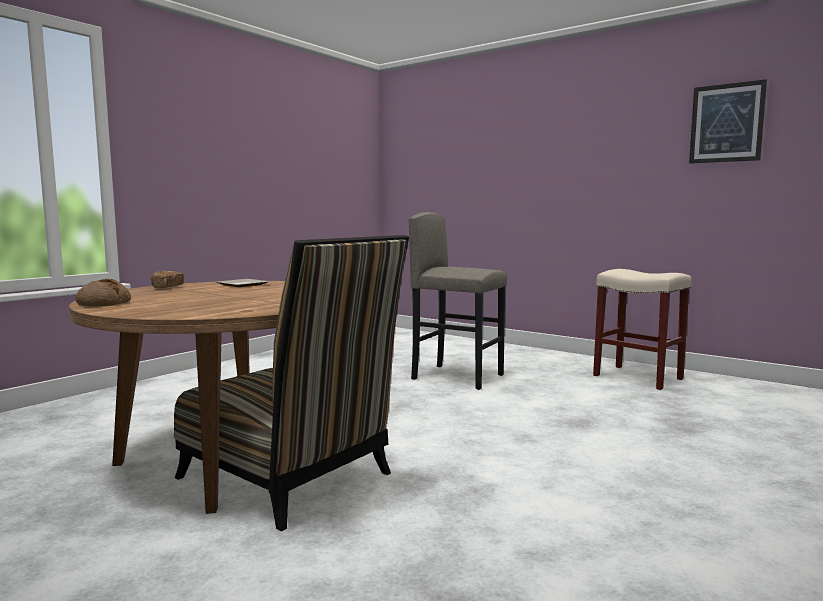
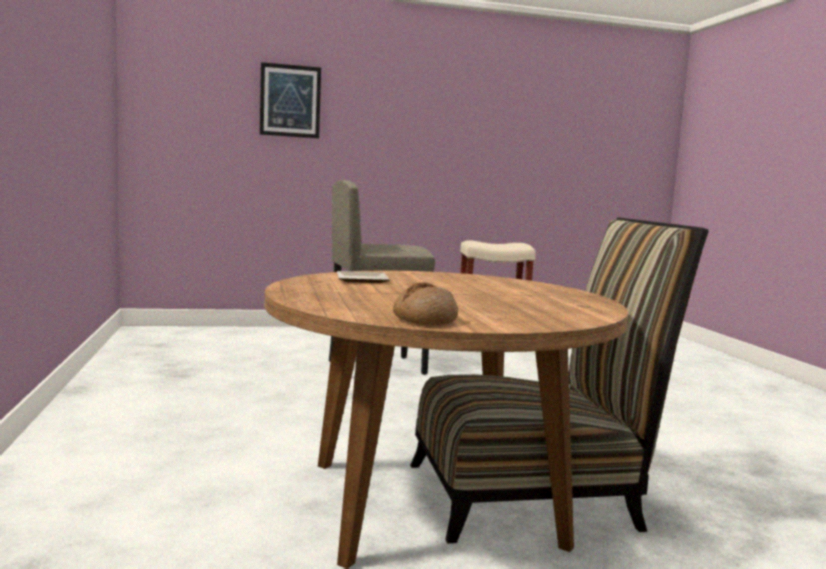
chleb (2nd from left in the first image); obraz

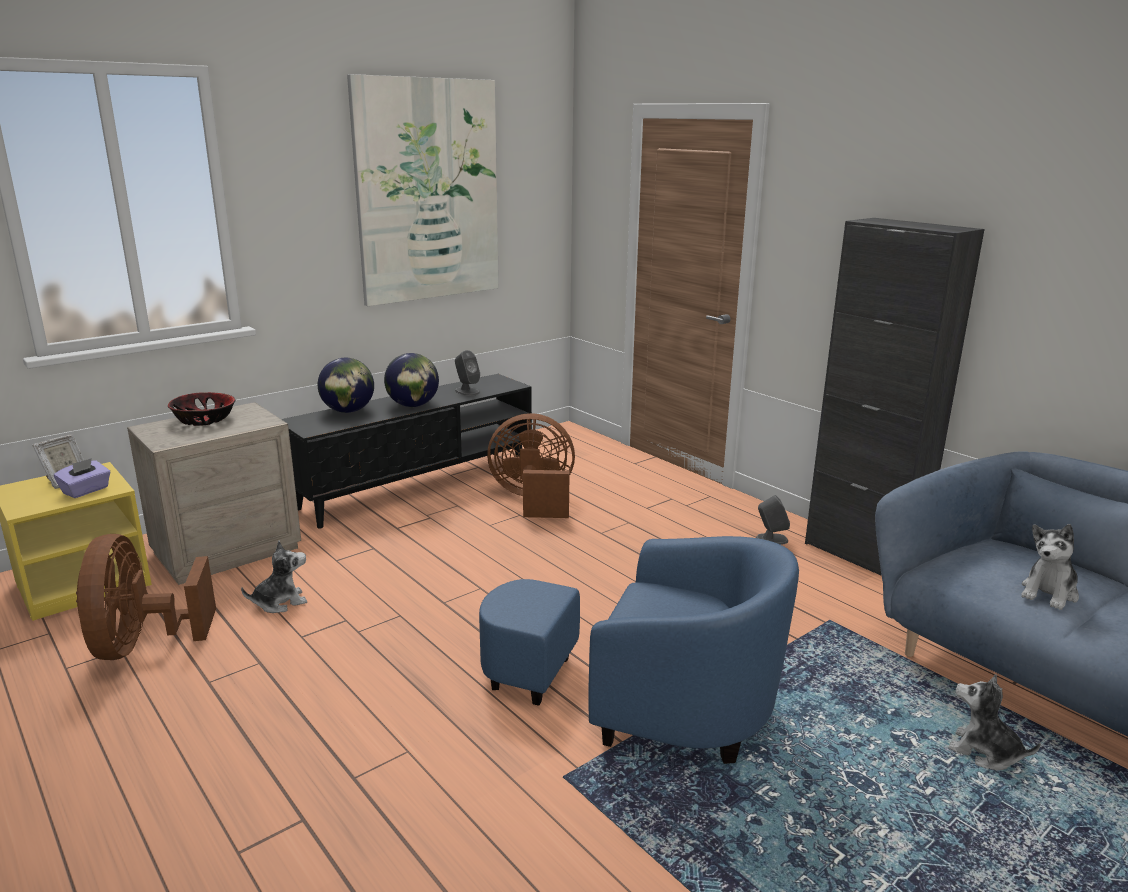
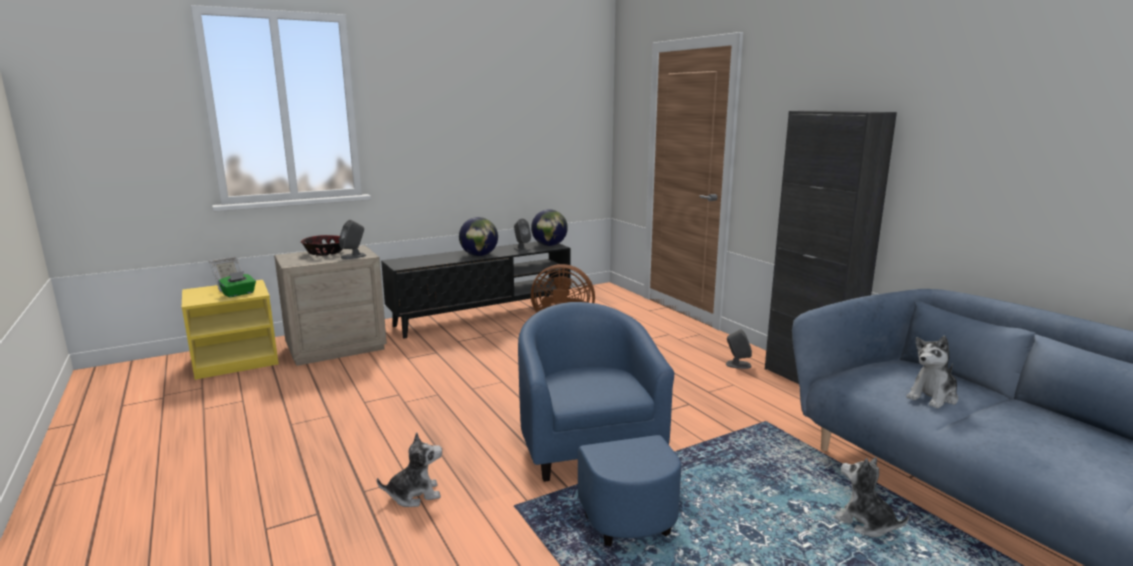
pudełko chusteczek/zielony; wentylator/brązowy (1st from left in the first image); pluszak (1st from left); globus (2nd from left); obraz; fotel/niebieski; głośnik/szary (1st from left)

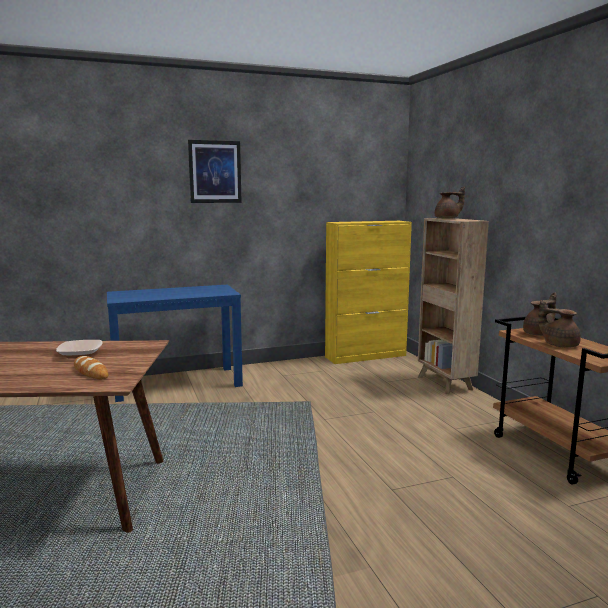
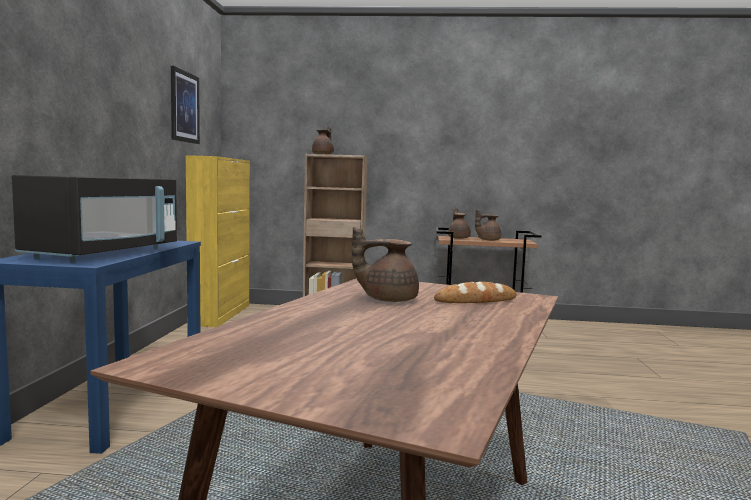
imbryk/brązowy (2nd from left); obraz; mikrofalówka/czarny

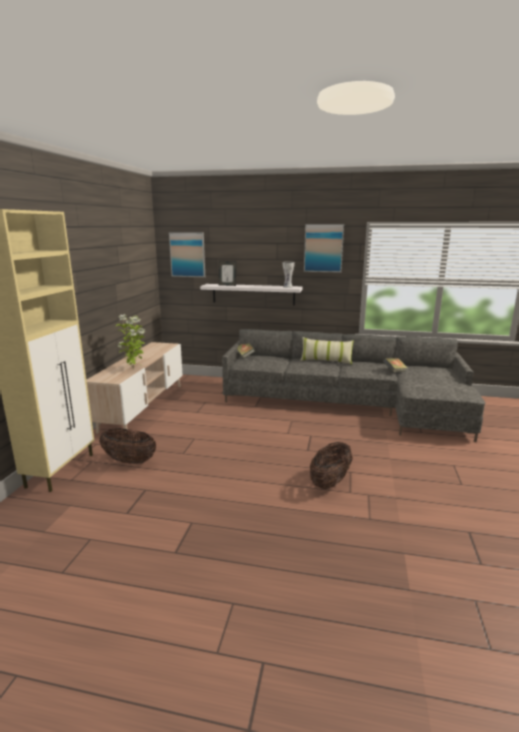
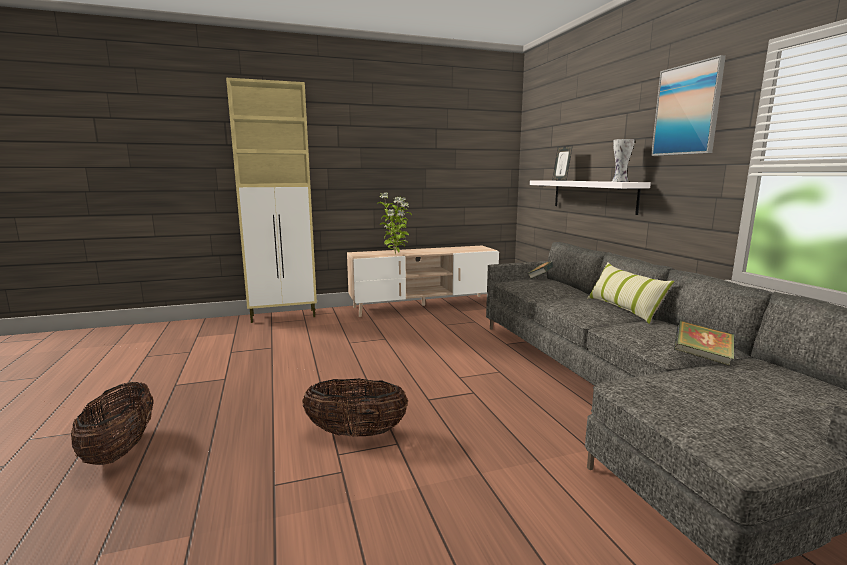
koszyk (1st from left); obraz (1st from left in the first image)

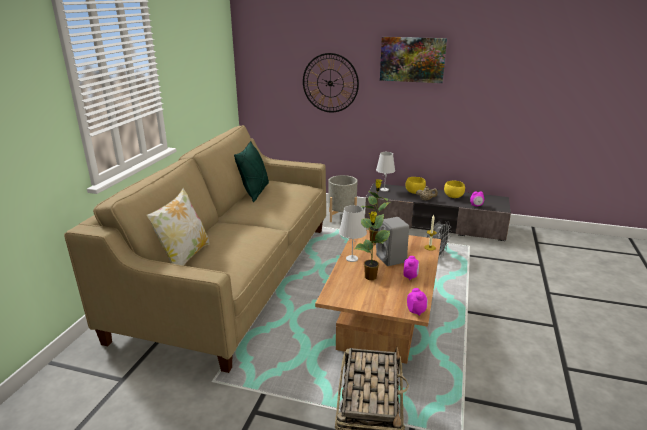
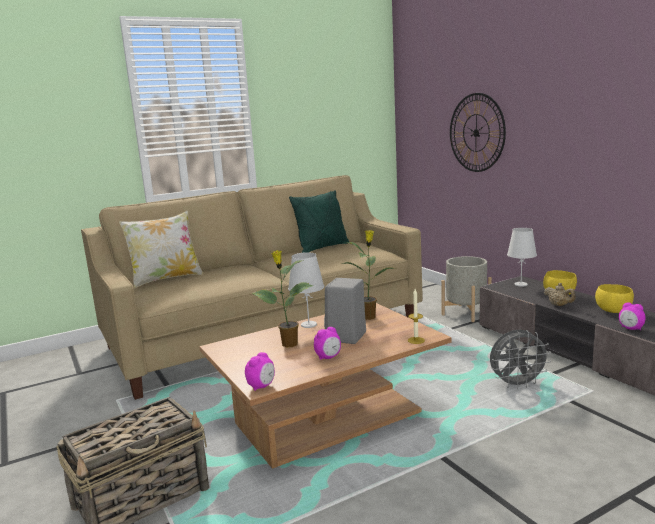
obraz

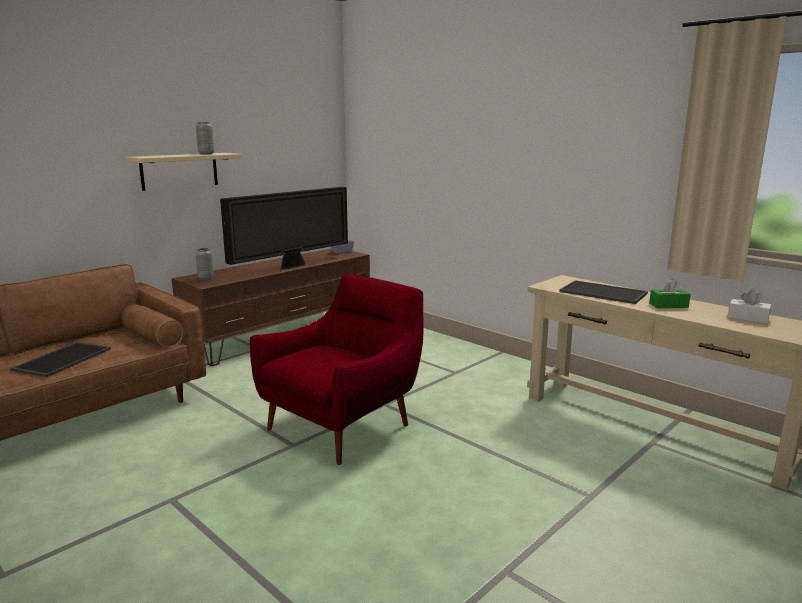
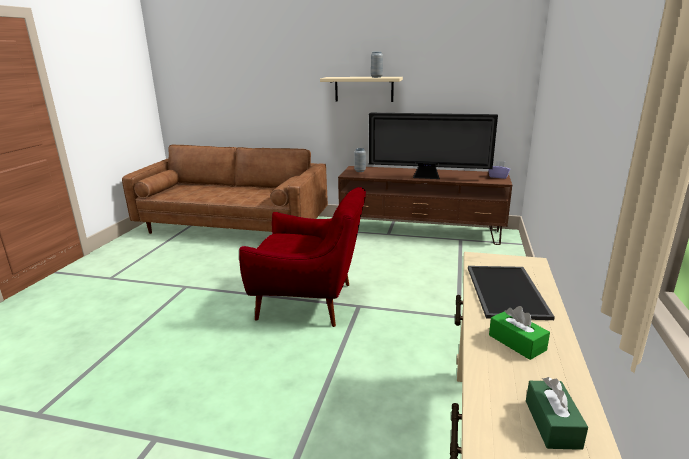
taca (1st from left in the first image); pudełko chusteczek/zielony (2nd from left)

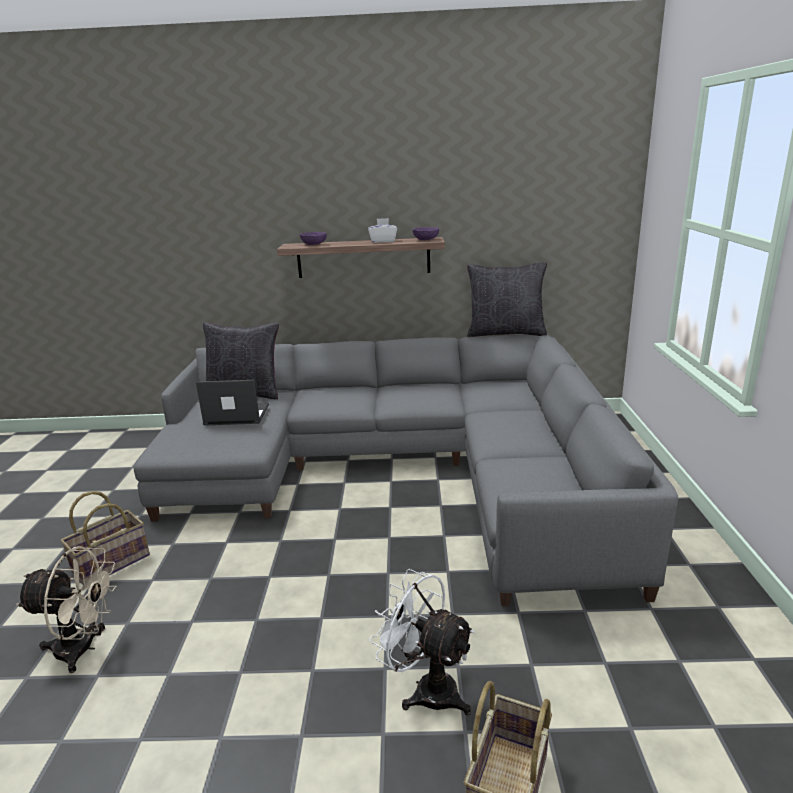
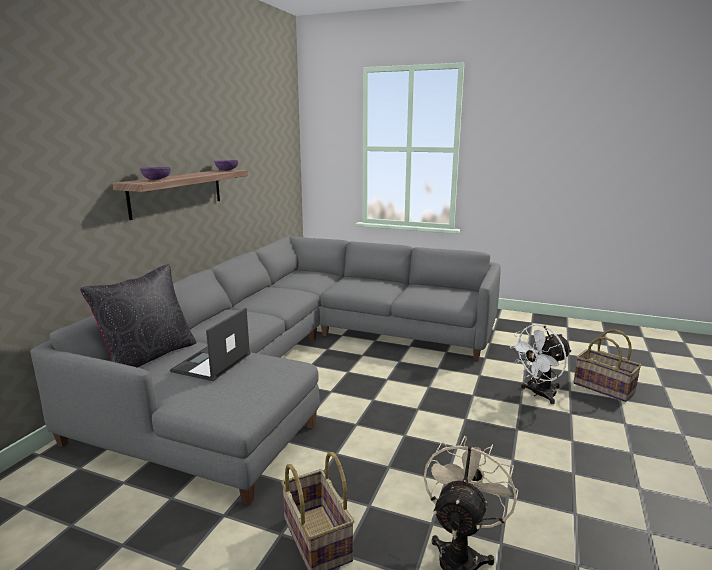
pudełko chusteczek/biały; poduszka/czarny (2nd from left in the first image)

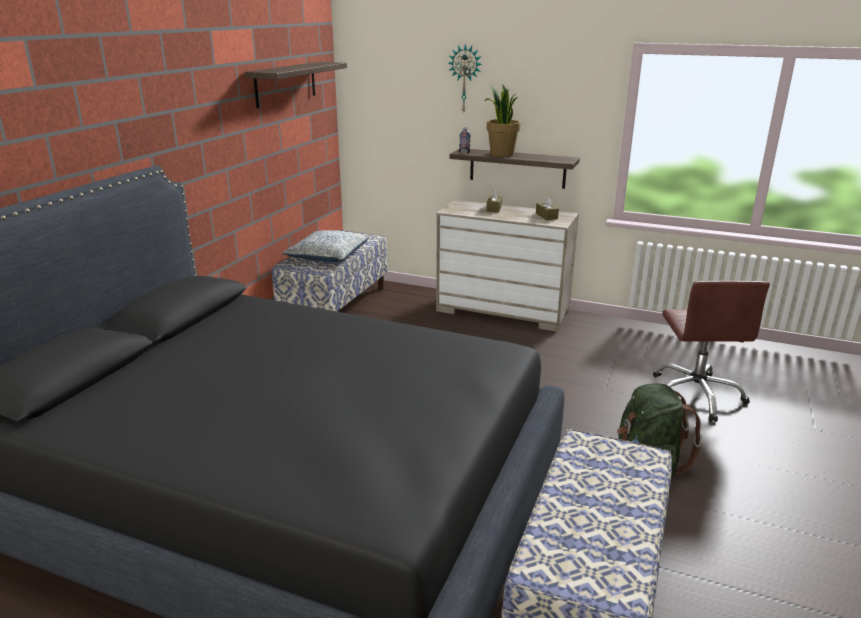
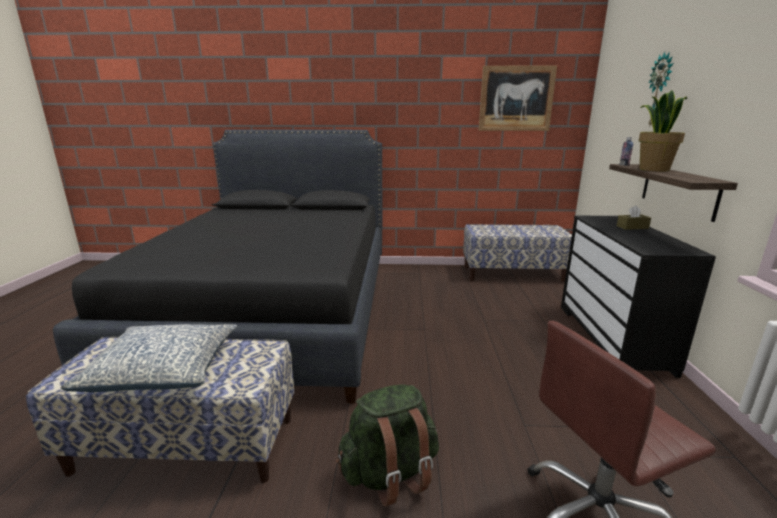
obraz; poduszka; komoda/czarny; pudełko chusteczek/brązowy (2nd from left in the first image)

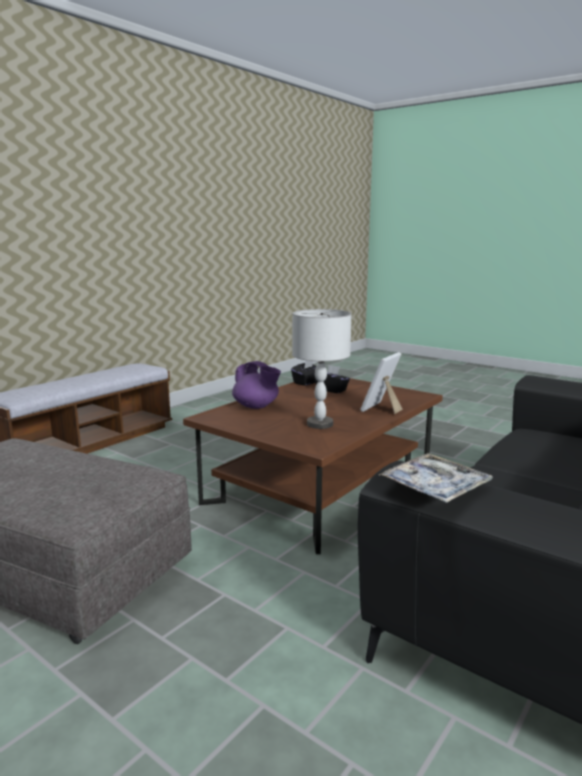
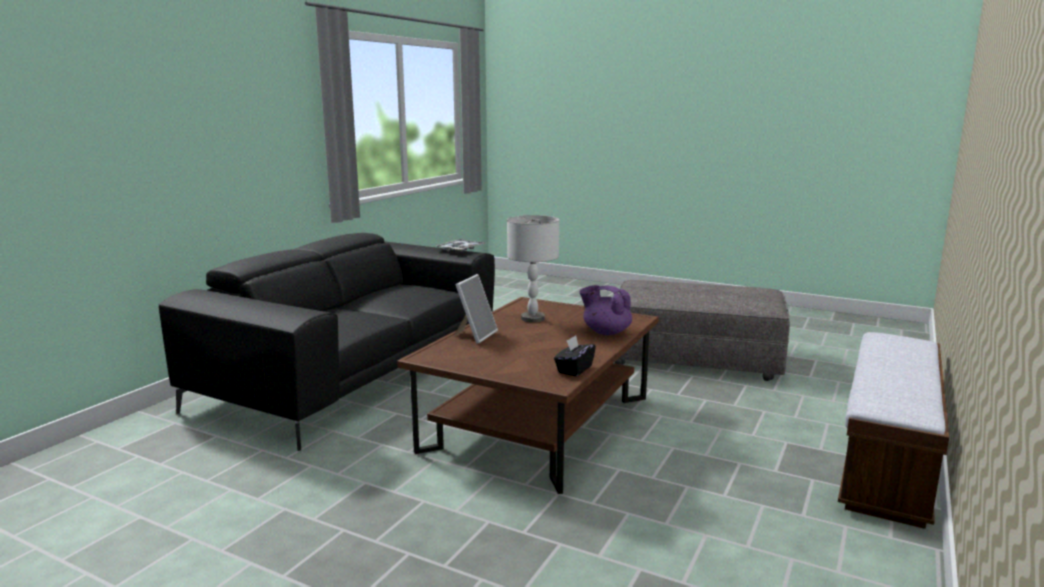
pudełko chusteczek/czarny (2nd from left in the first image)

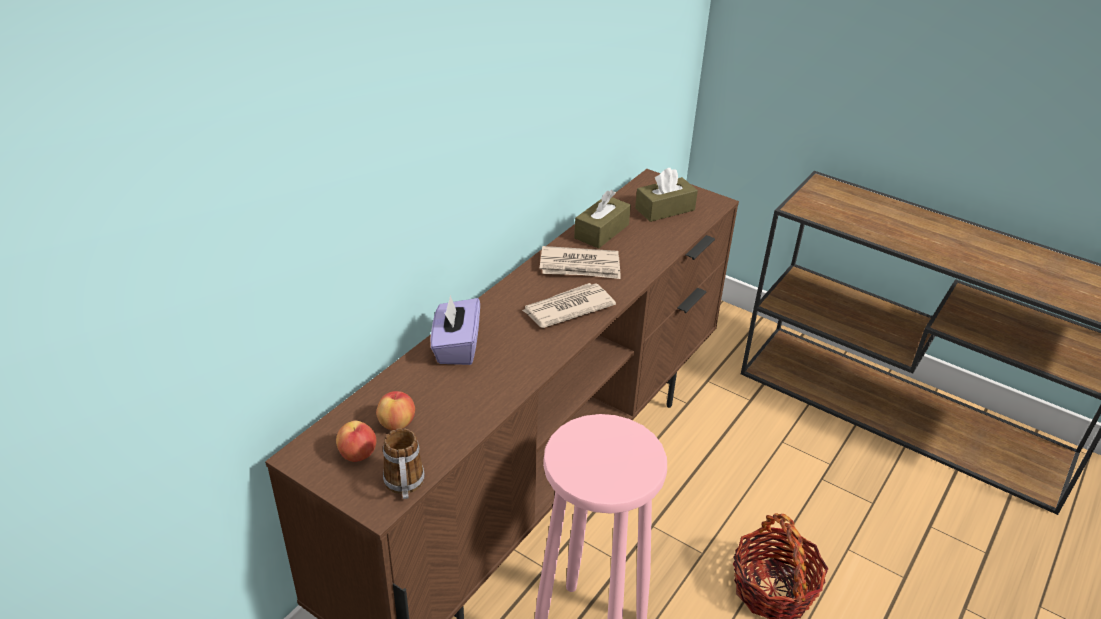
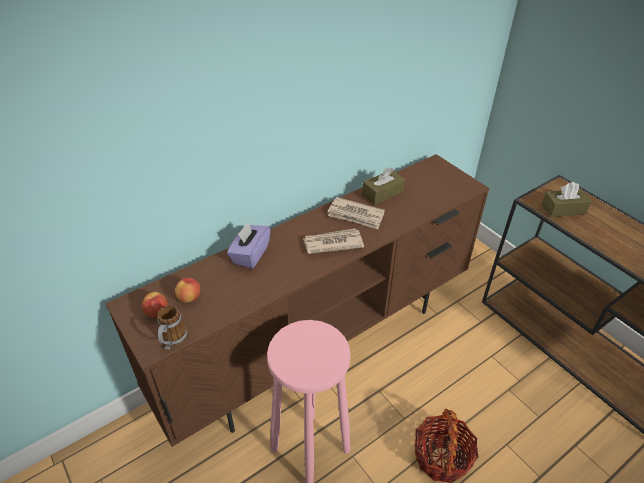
pudełko chusteczek/brązowy (2nd from left)

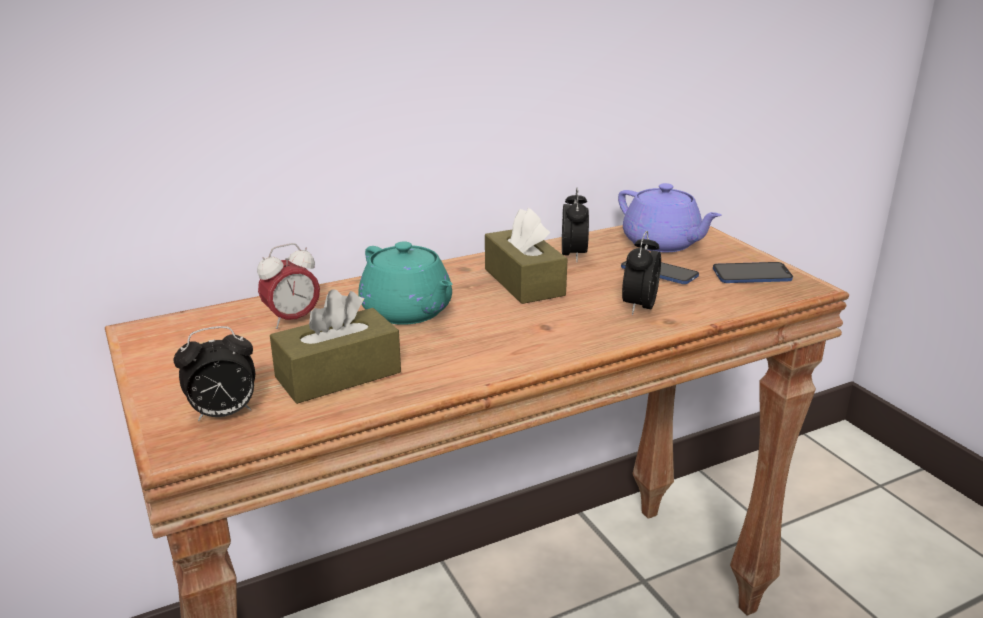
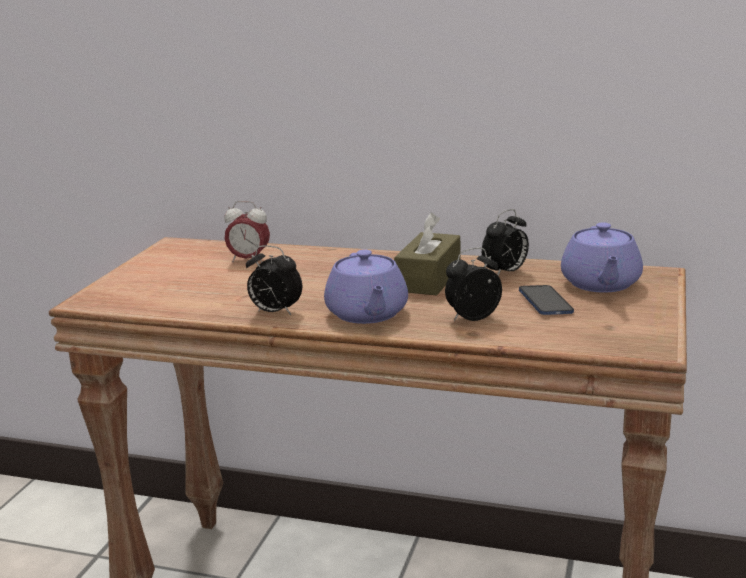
budzik (2nd from left); pudełko chusteczek/brązowy (1st from left in the first image); imbryk/turkusowy; telefon (2nd from left in the first image); imbryk/fioletowy (1st from left)

